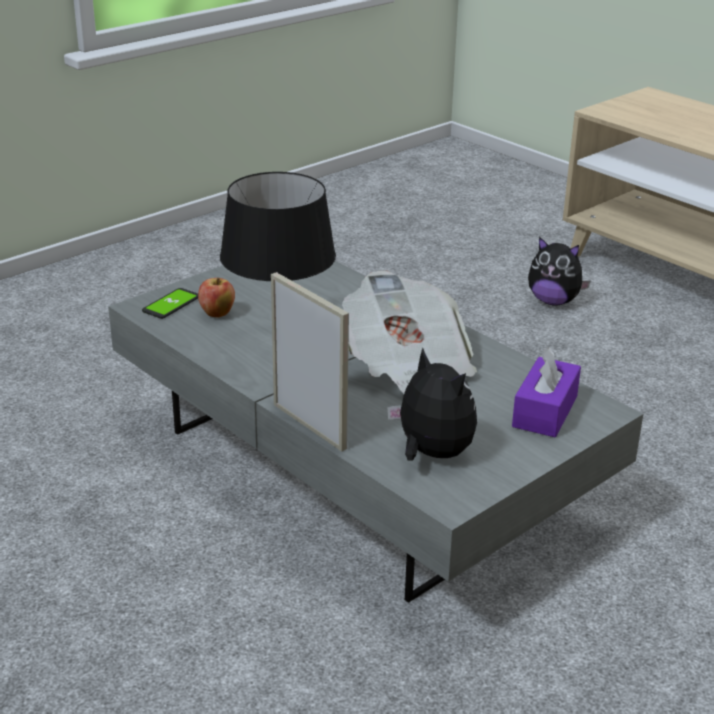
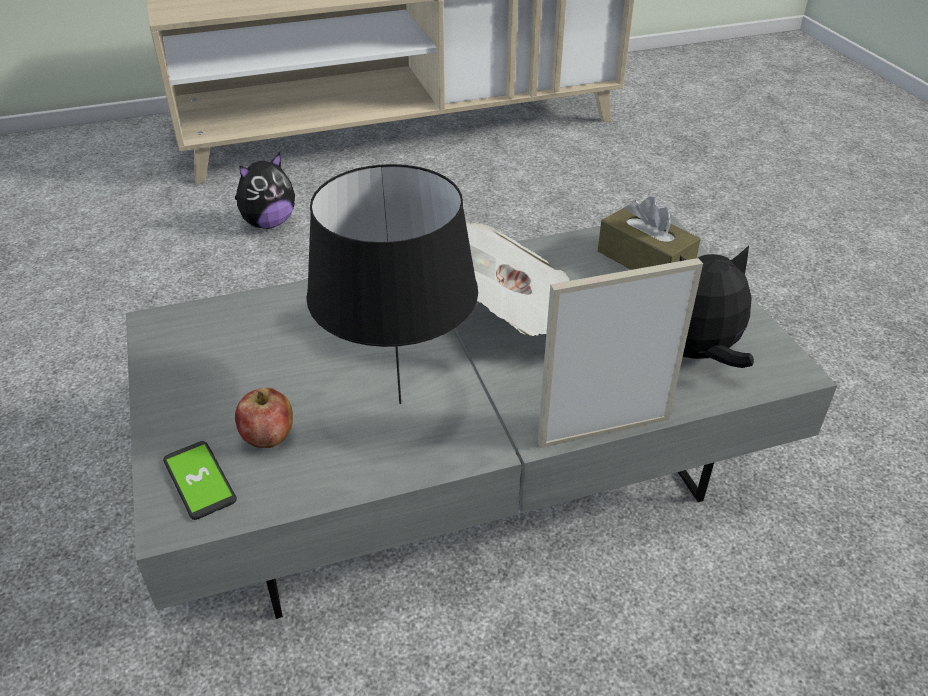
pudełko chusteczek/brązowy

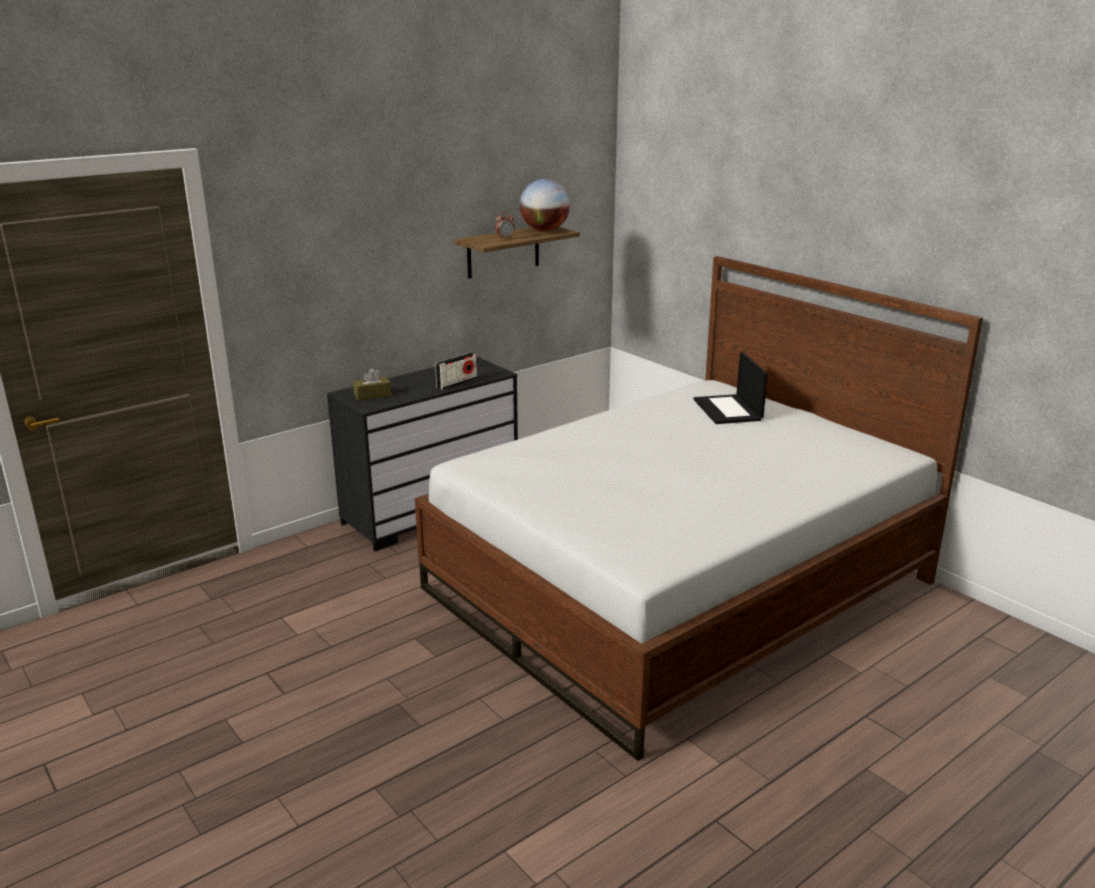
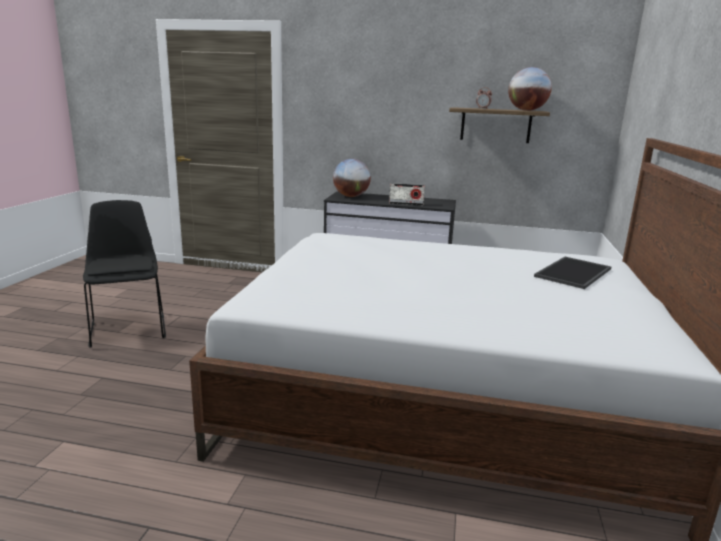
globus (1st from left); taca; krzesło/czarny

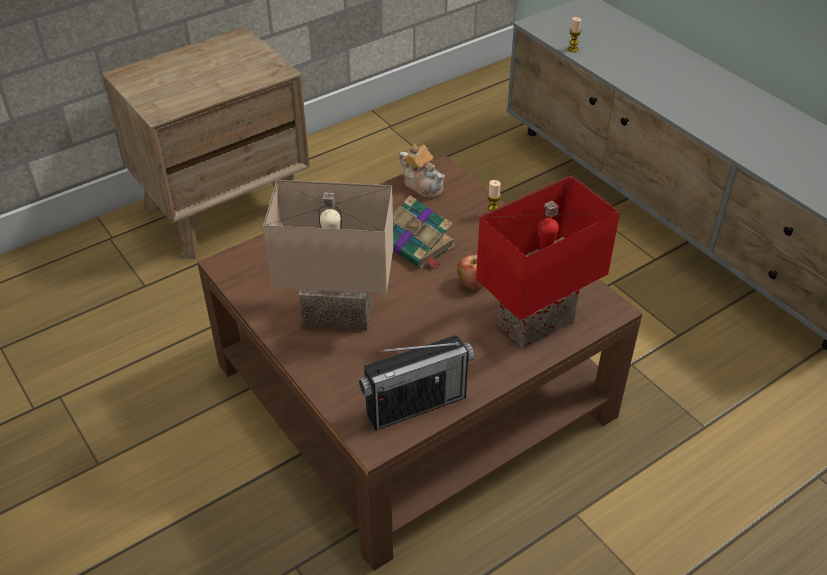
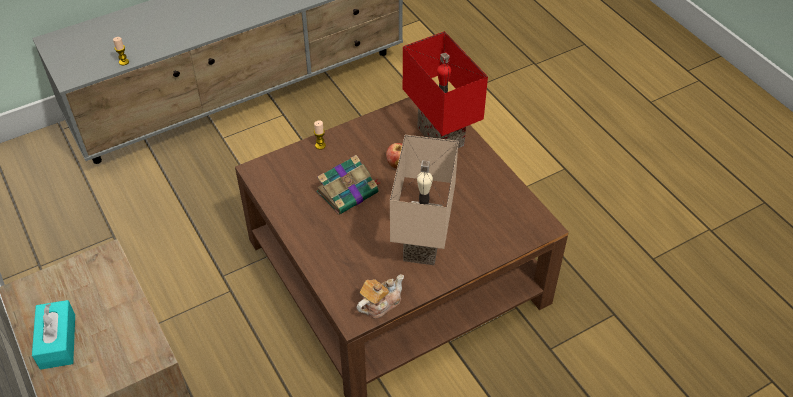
radio; imbryk; pudełko chusteczek/turkusowy

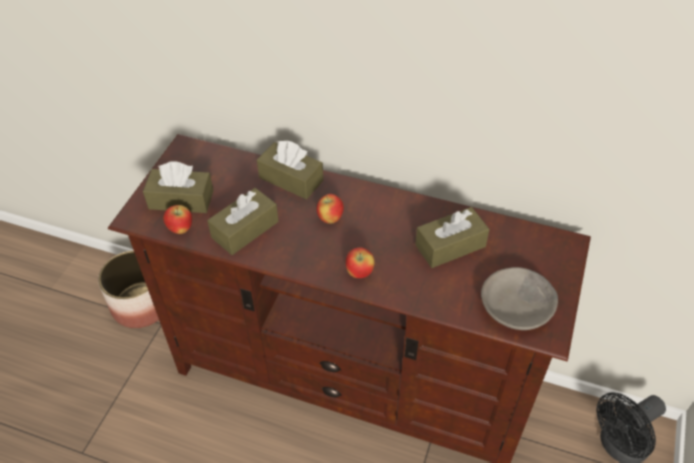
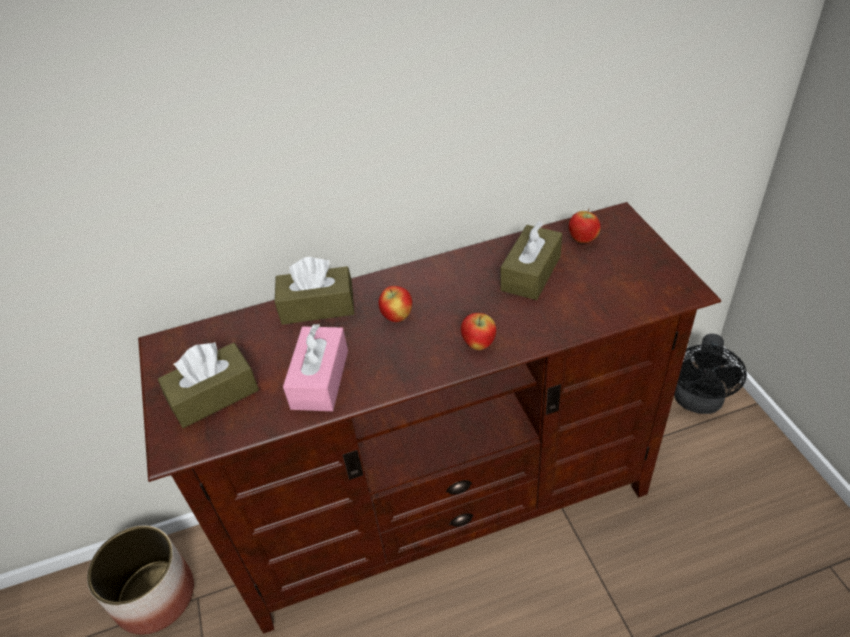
jabłko (3rd from left); pudełko chusteczek/różowy; miska/szary

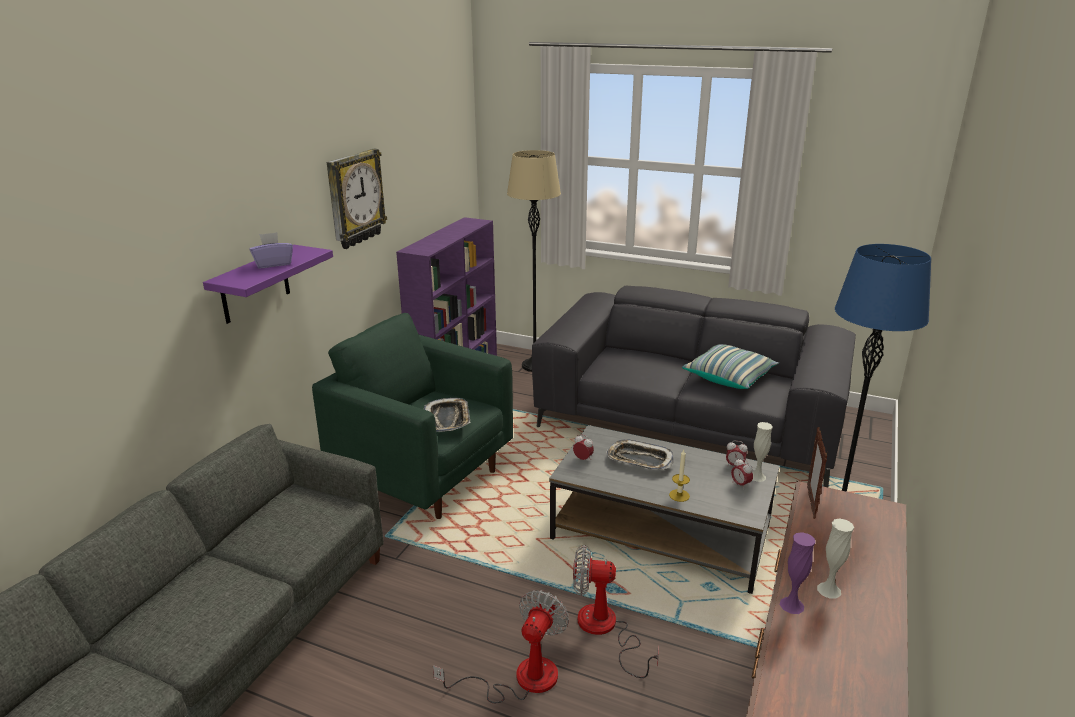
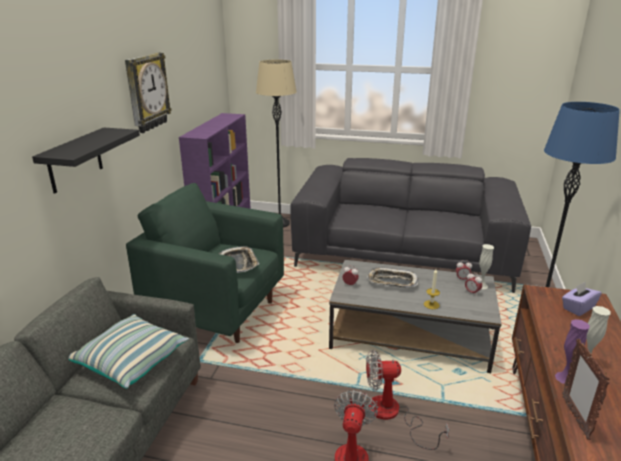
półka/czarny; pudełko chusteczek/fioletowy; poduszka; ramka na zdjęcie

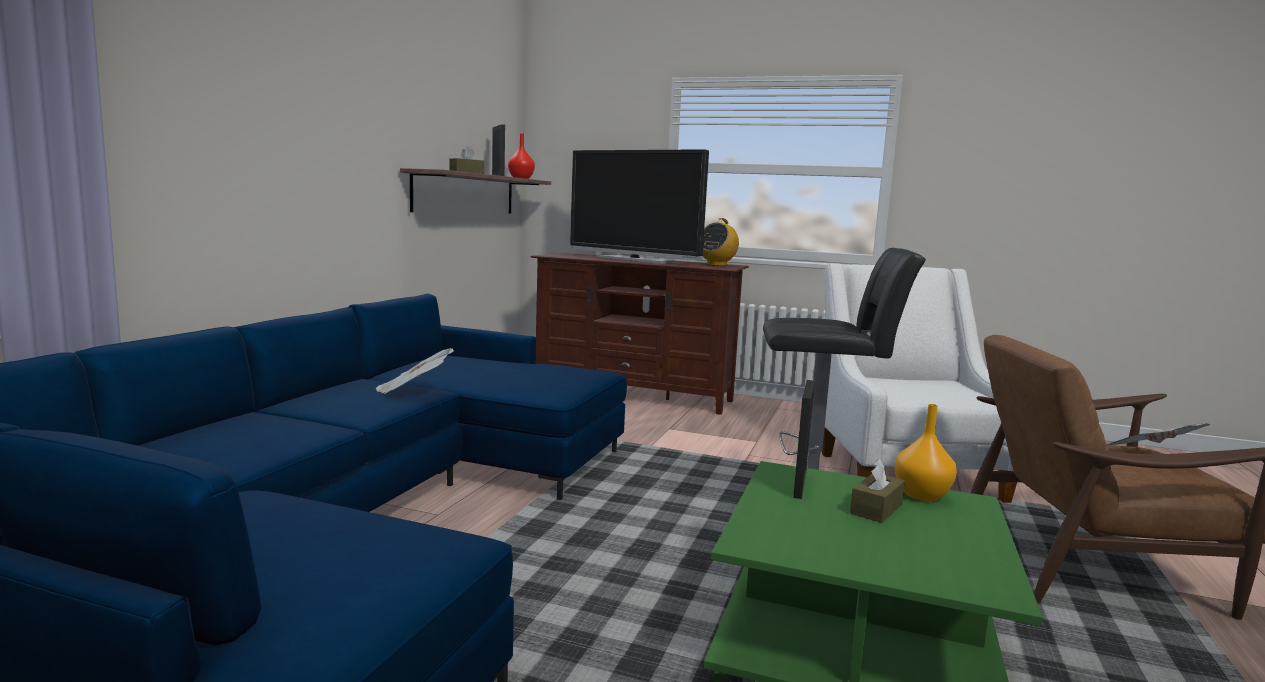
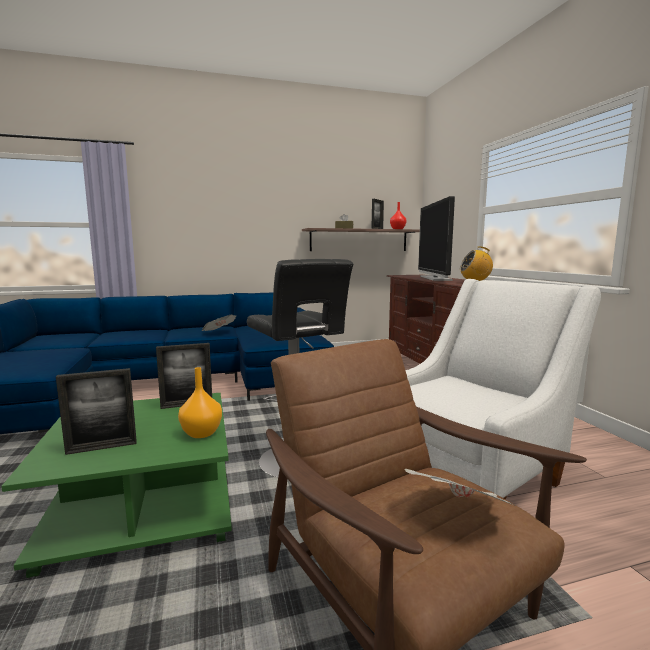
pudełko chusteczek/brązowy (2nd from left in the first image); ramka na zdjęcie (1st from left)

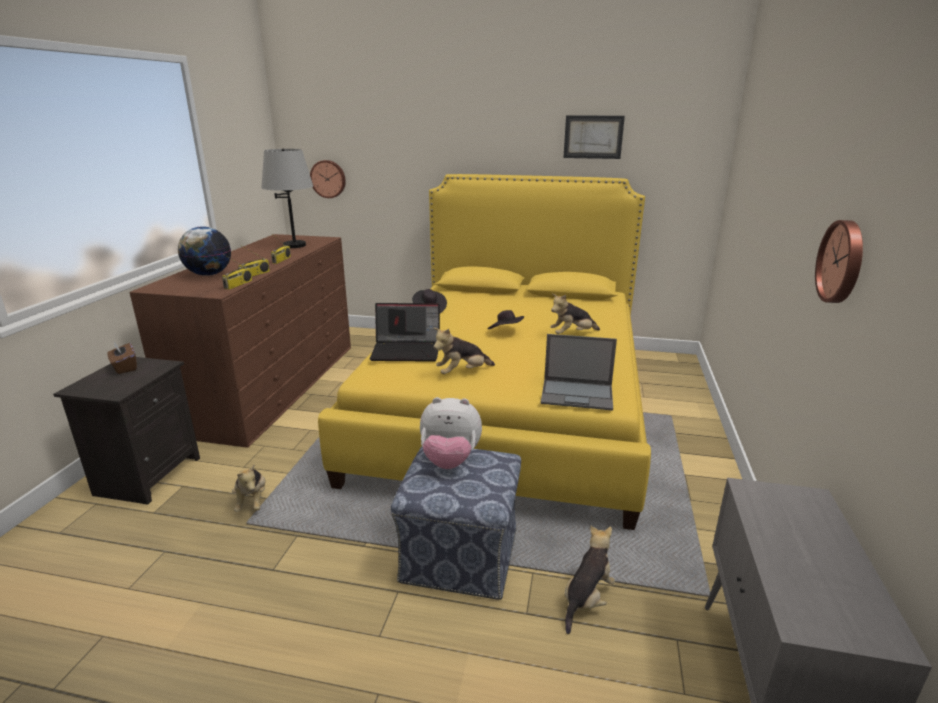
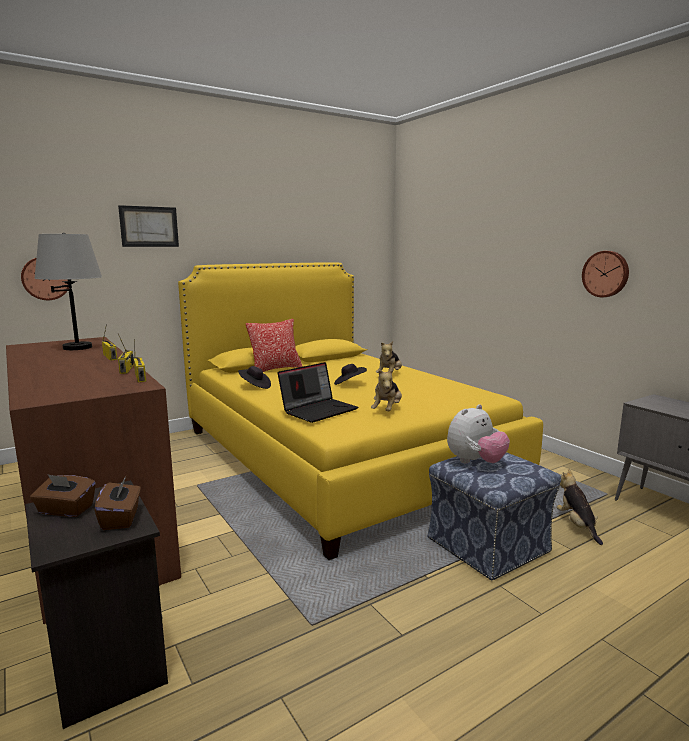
globus; pluszak (1st from left in the first image); laptop (2nd from left in the first image); obraz; pudełko chusteczek/brązowy (2nd from left); poduszka

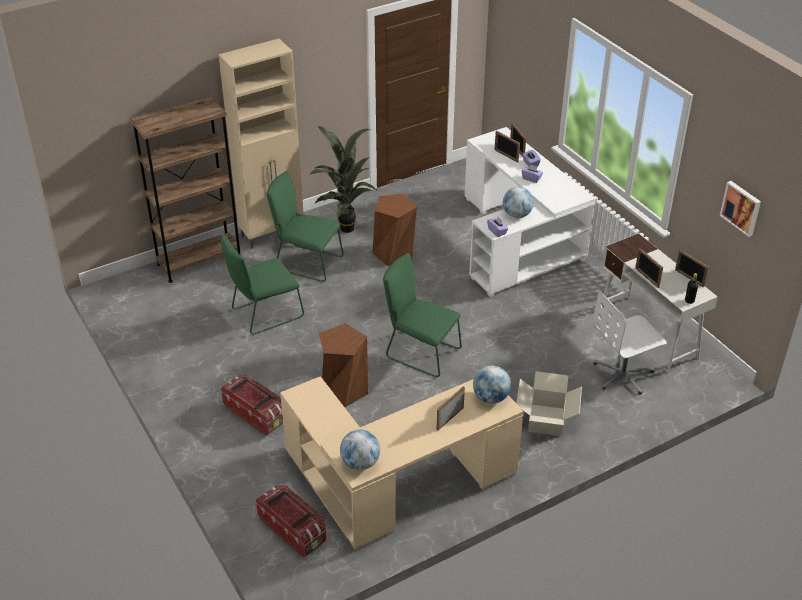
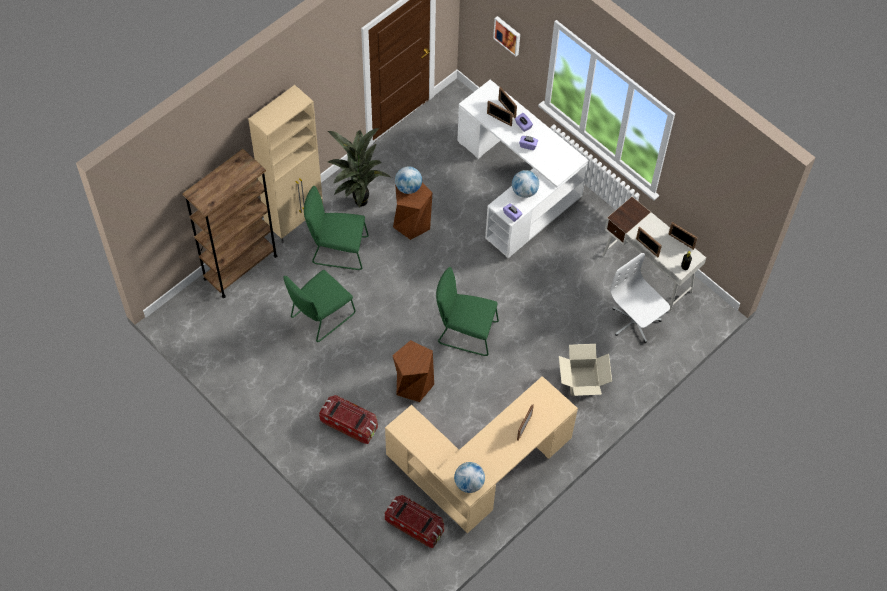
globus (1st from left); krzesło biurowe/biały; obraz

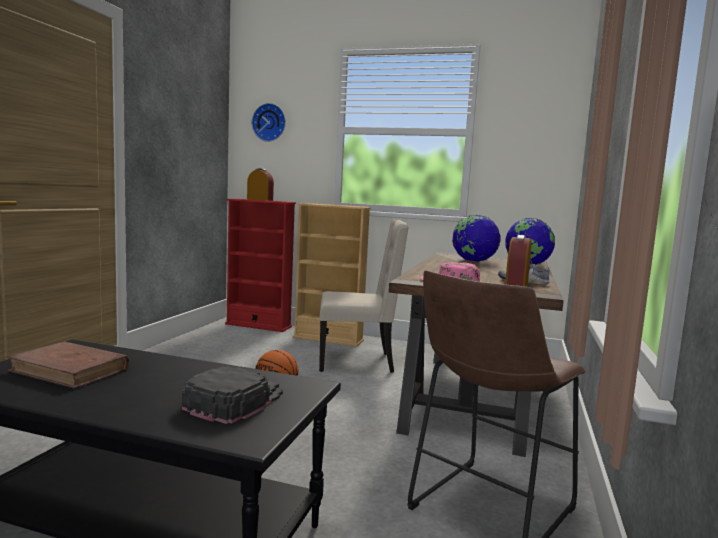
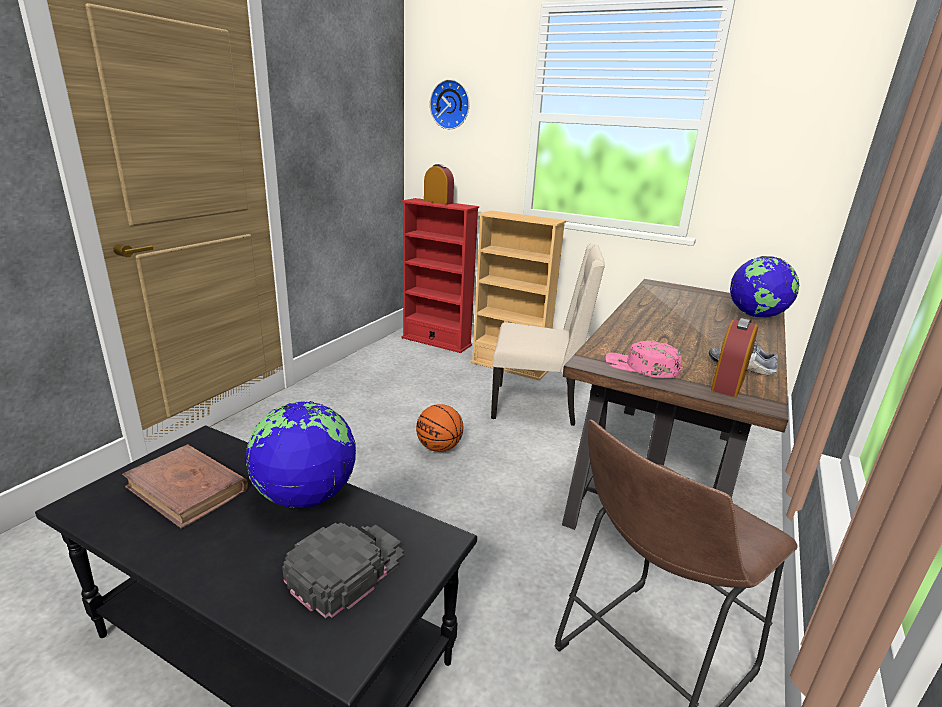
globus (1st from left)

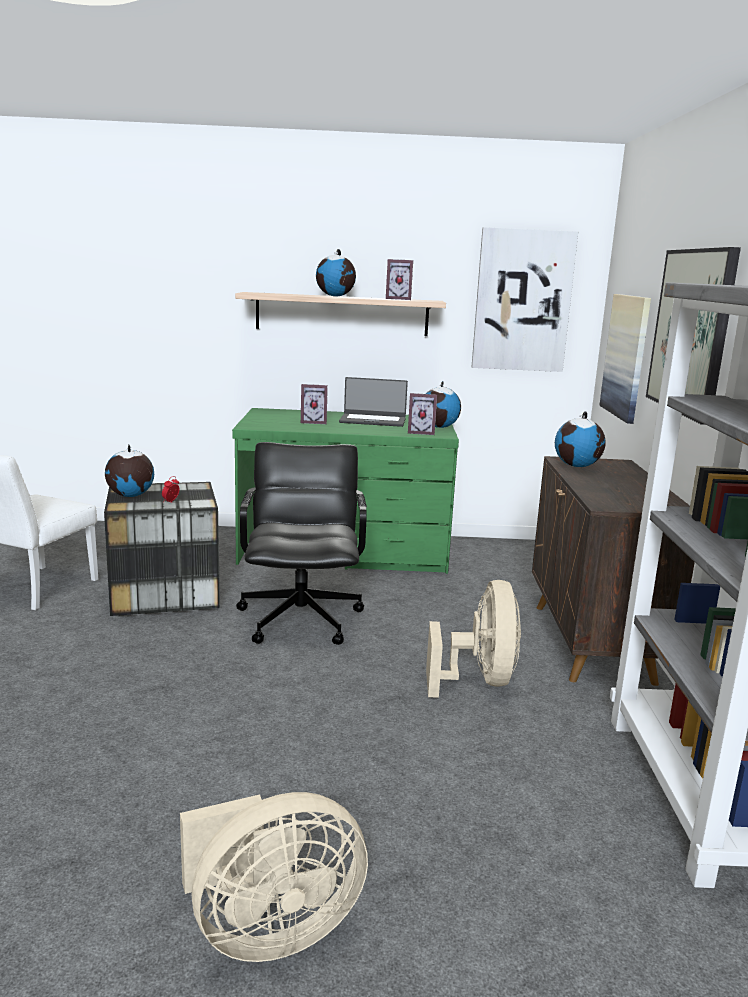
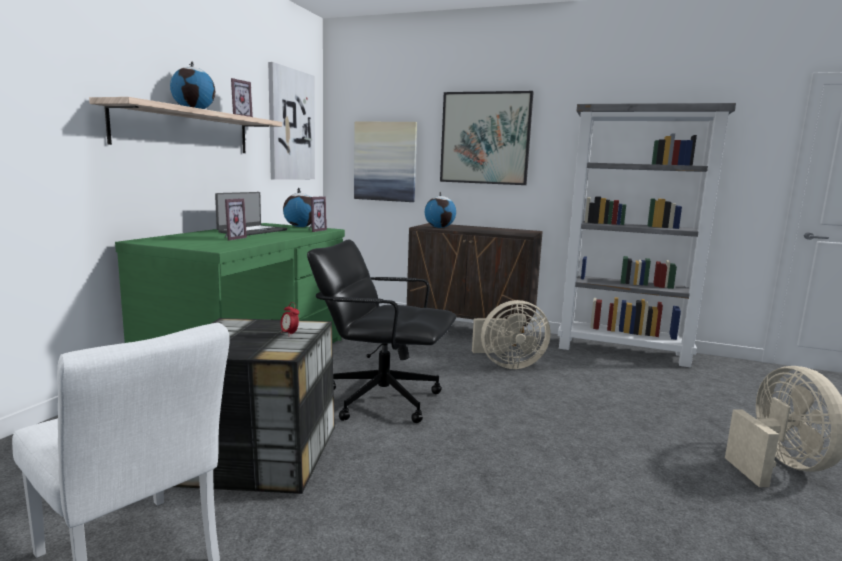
globus (1st from left in the first image); wentylator/beżowy (1st from left)

